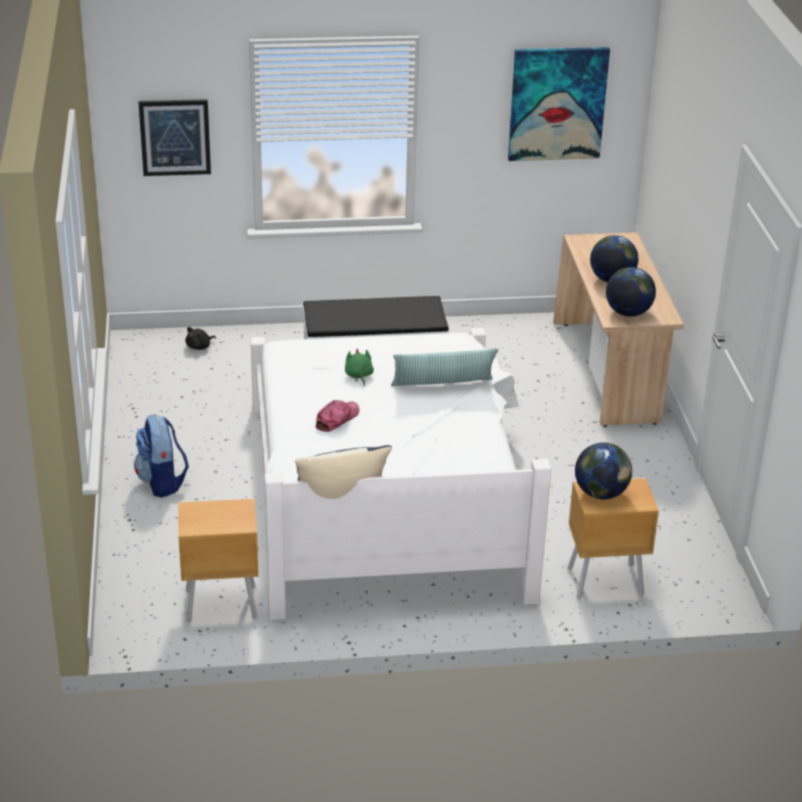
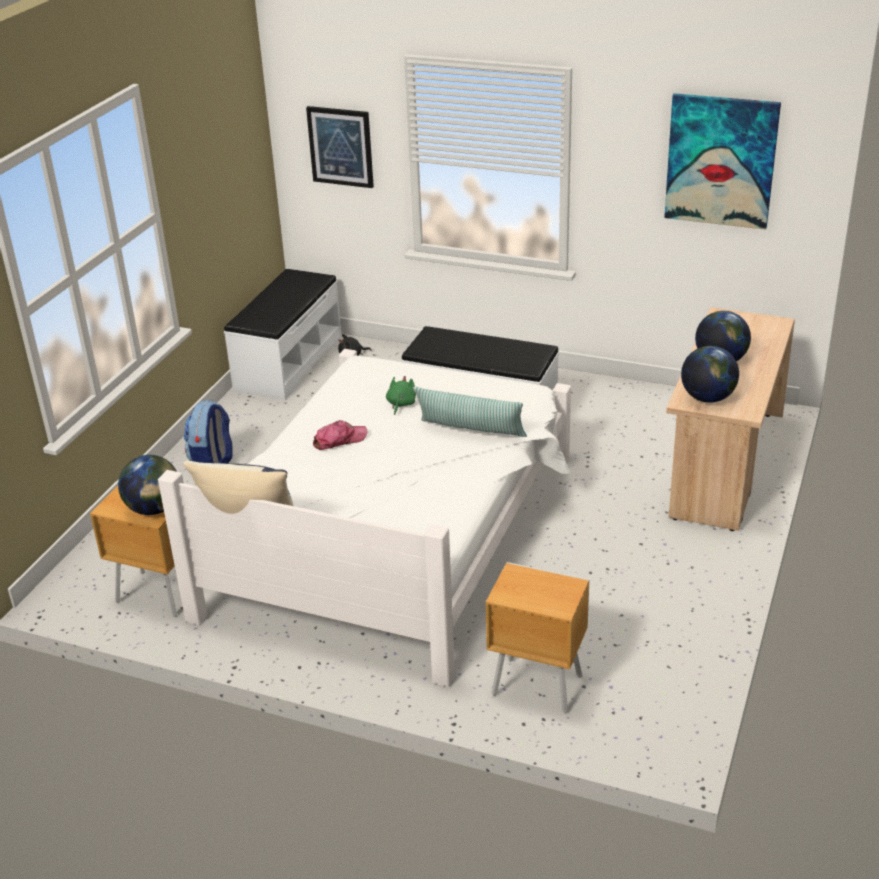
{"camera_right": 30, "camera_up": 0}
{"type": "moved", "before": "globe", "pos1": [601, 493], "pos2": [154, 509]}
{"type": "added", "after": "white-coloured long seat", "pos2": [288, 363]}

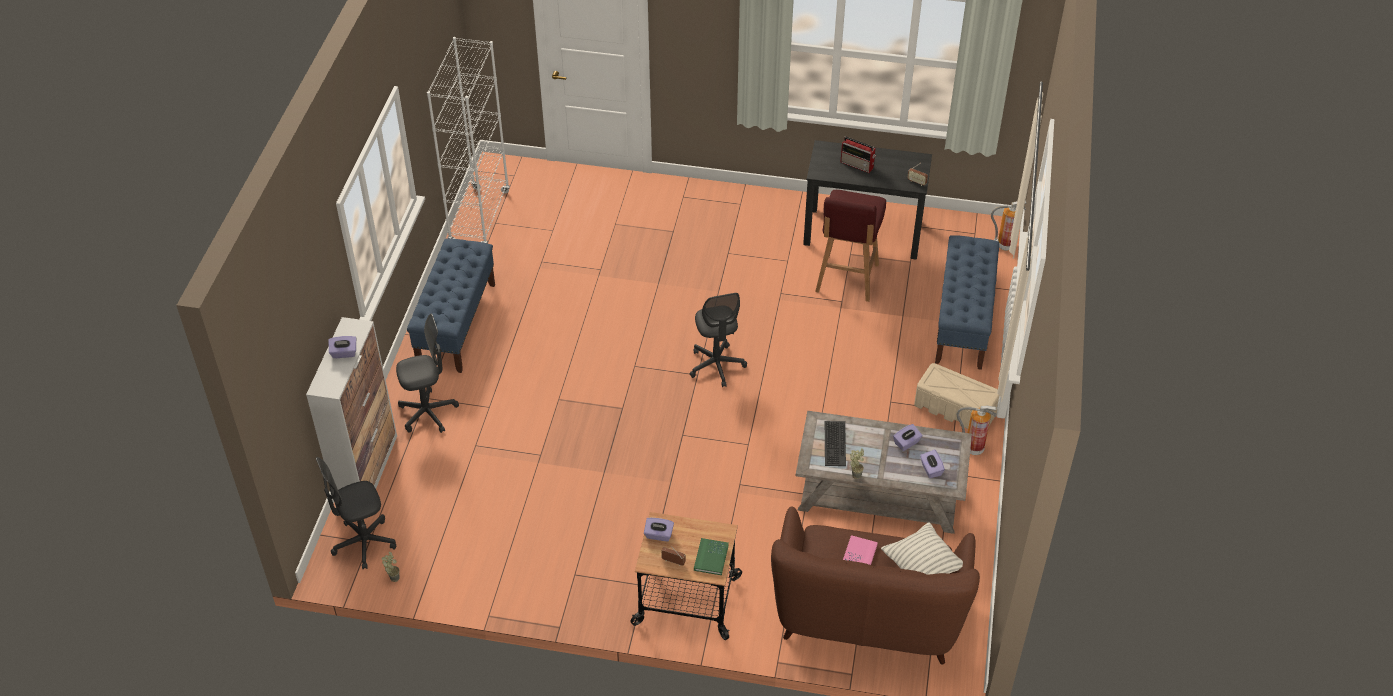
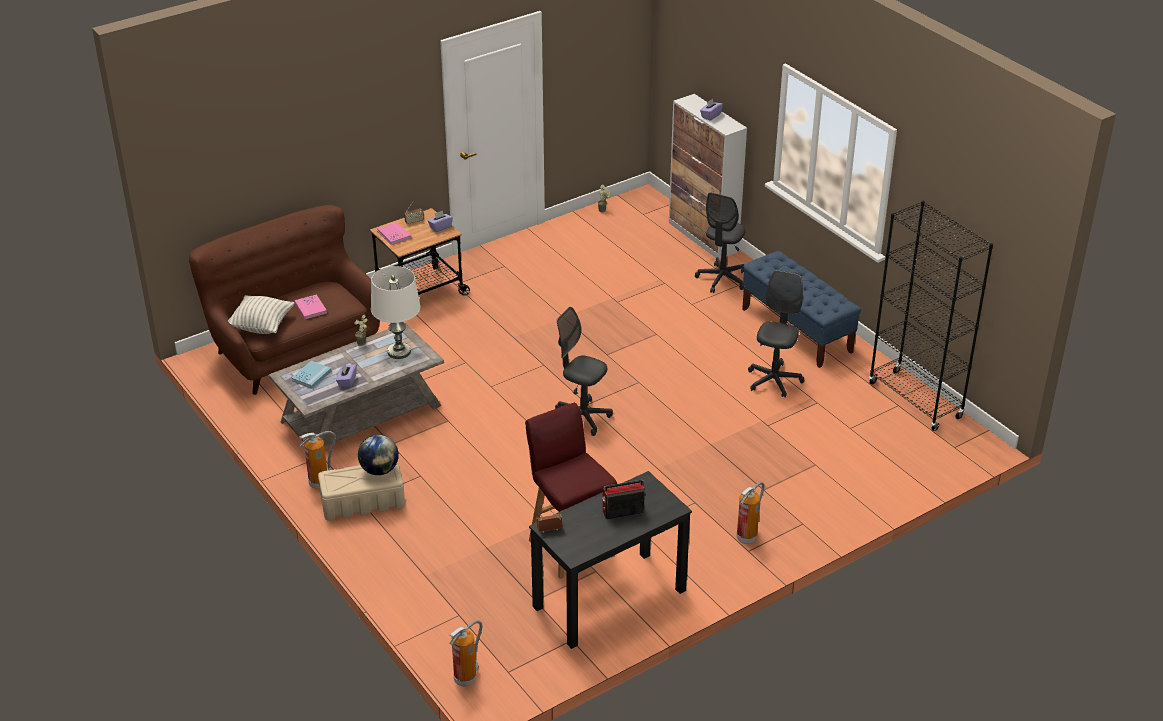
{"camera_right": 135, "camera_up": -10}
{"type": "replaced", "before": "purplish tissue holder", "after": "bluish book", "pos1": [931, 469], "pos2": [311, 376]}
{"type": "added", "after": "globe", "pos2": [379, 470]}
{"type": "replaced", "before": "computer keyboard", "after": "white-coloured lamp for a table", "pos1": [834, 443], "pos2": [399, 352]}
{"type": "recoloured", "before": "greenish book", "after": "pinkish book", "pos1": [711, 558], "pos2": [394, 235]}
{"type": "added", "after": "fire-fighting cylinder", "pos2": [747, 537]}
{"type": "moved", "before": "gray desk chair", "pos1": [364, 543], "pos2": [774, 381]}
{"type": "recoloured", "before": "white-coloured shelving unit", "after": "blackish shelving unit", "pos1": [479, 218], "pos2": [915, 401]}
{"type": "removed", "before": "bluish long seat", "pos1": [963, 321]}

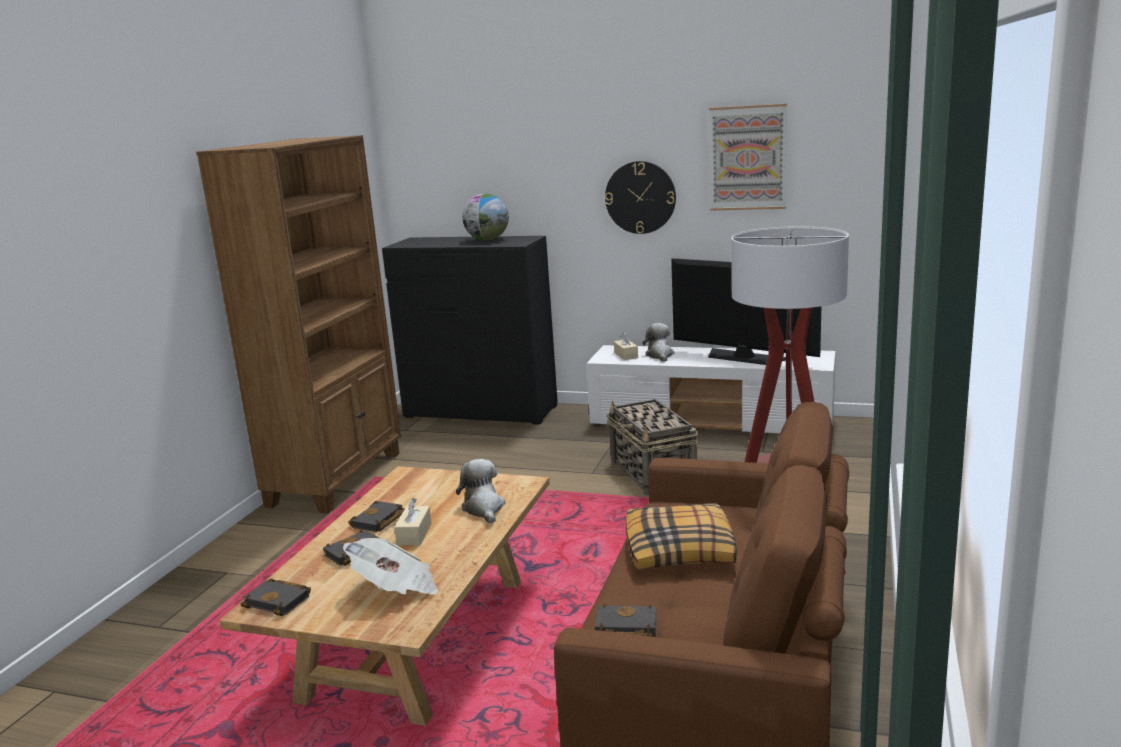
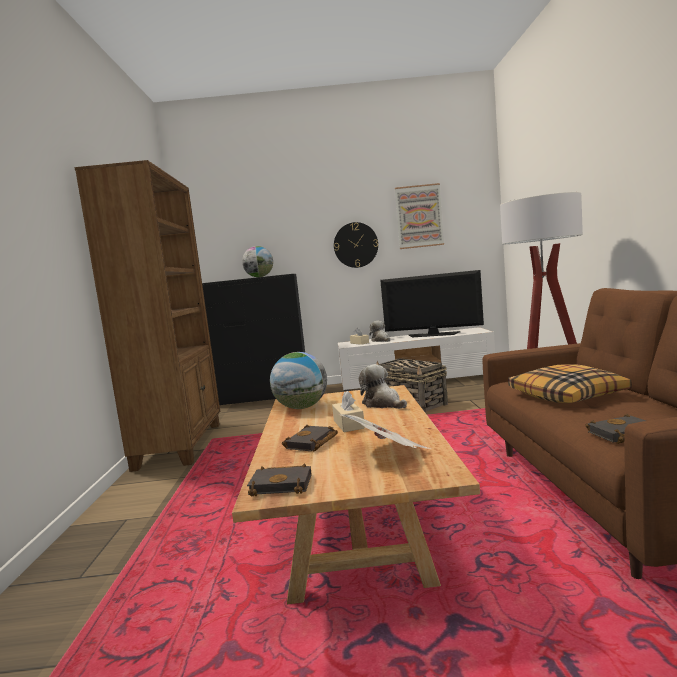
{"camera_right": -20, "camera_up": -10}
{"type": "added", "after": "globe", "pos2": [301, 407]}
{"type": "removed", "before": "blackish book", "pos1": [379, 521]}

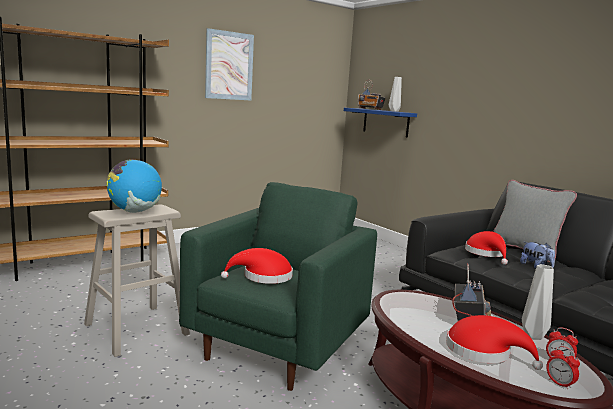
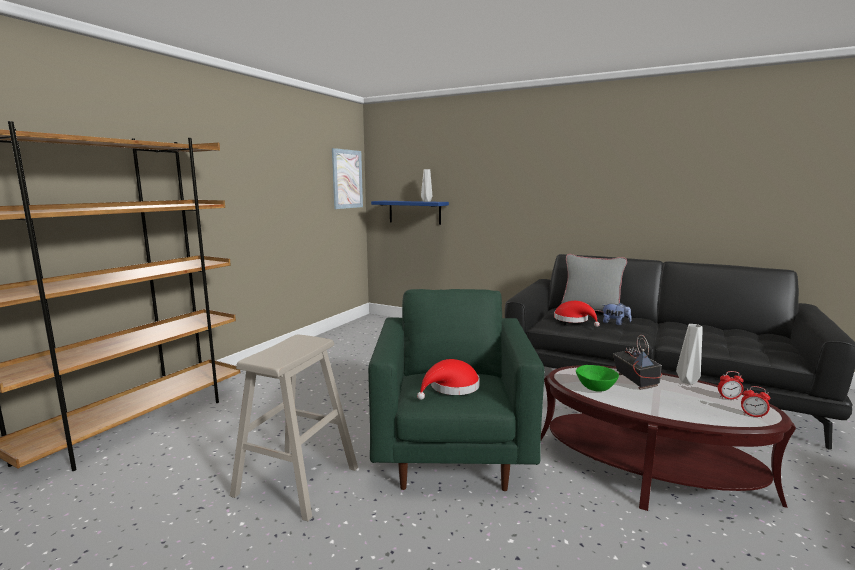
{"camera_right": -25, "camera_up": 0}
{"type": "moved", "before": "picture", "pos1": [229, 66], "pos2": [347, 179]}
{"type": "added", "after": "greenish deep dish", "pos2": [596, 389]}
{"type": "removed", "before": "globe", "pos1": [134, 212]}
{"type": "removed", "before": "radio receiver", "pos1": [370, 109]}
{"type": "removed", "before": "red hat", "pos1": [483, 351]}

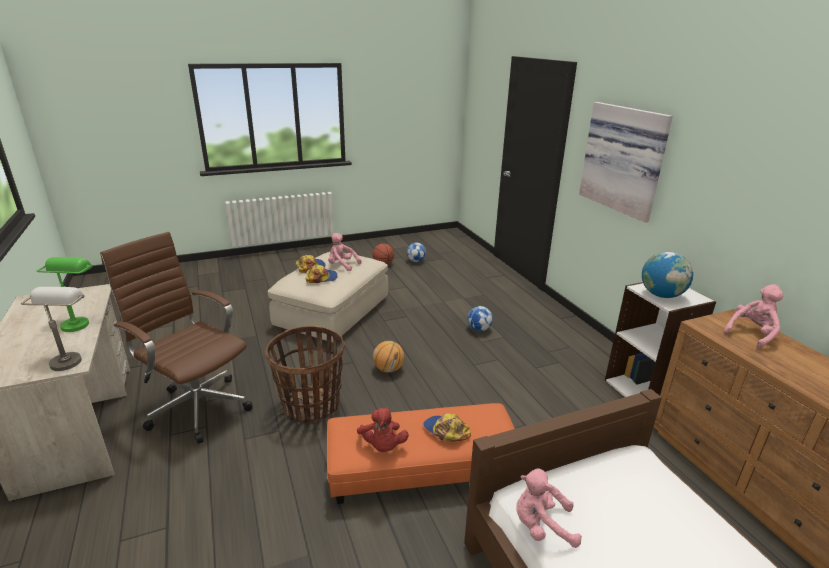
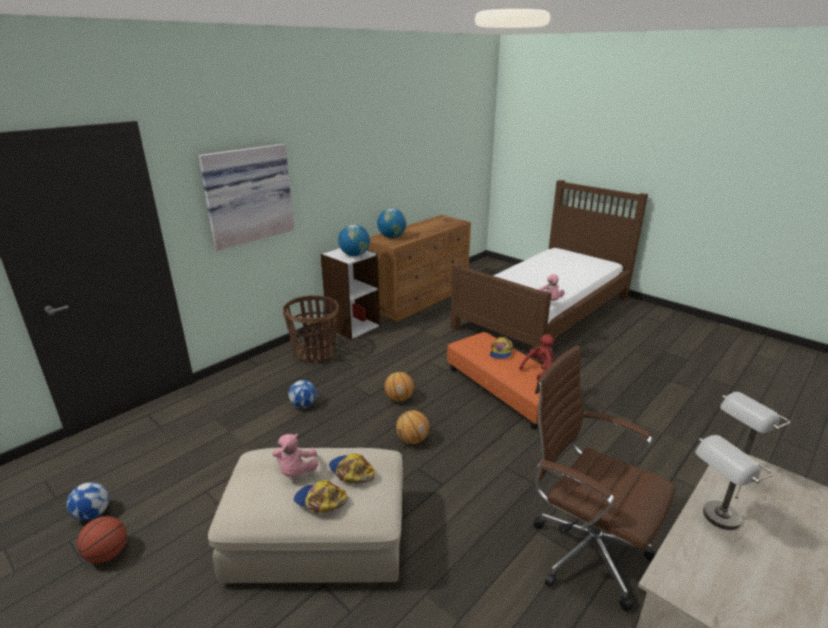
{"camera_right": -115, "camera_up": 0}
{"type": "moved", "before": "storage basket", "pos1": [311, 406], "pos2": [315, 353]}
{"type": "replaced", "before": "pinkish soft toy", "after": "globe", "pos1": [752, 334], "pos2": [392, 237]}
{"type": "added", "after": "basketball", "pos2": [399, 398]}
{"type": "turned", "before": "brownish desk chair", "pos1": [197, 407], "pos2": [583, 551], "turn": 120}
{"type": "recoloured", "before": "greenish lamp for a table", "after": "gray lamp for a table", "pos1": [79, 321], "pos2": [713, 521]}

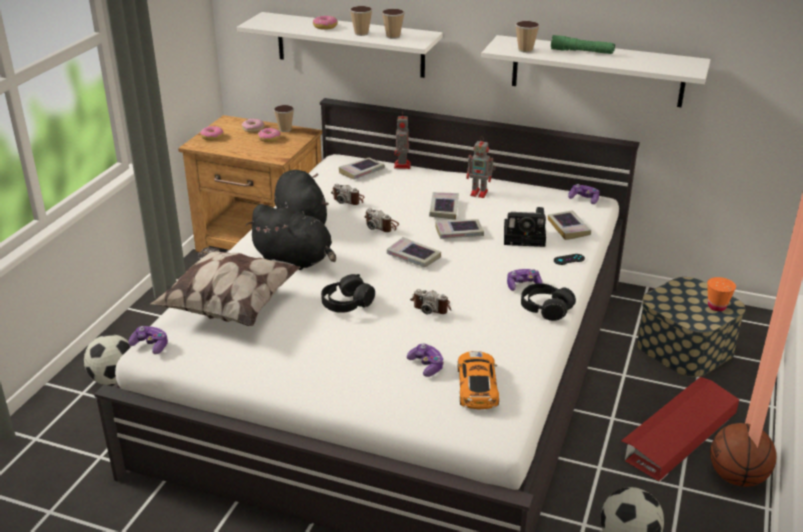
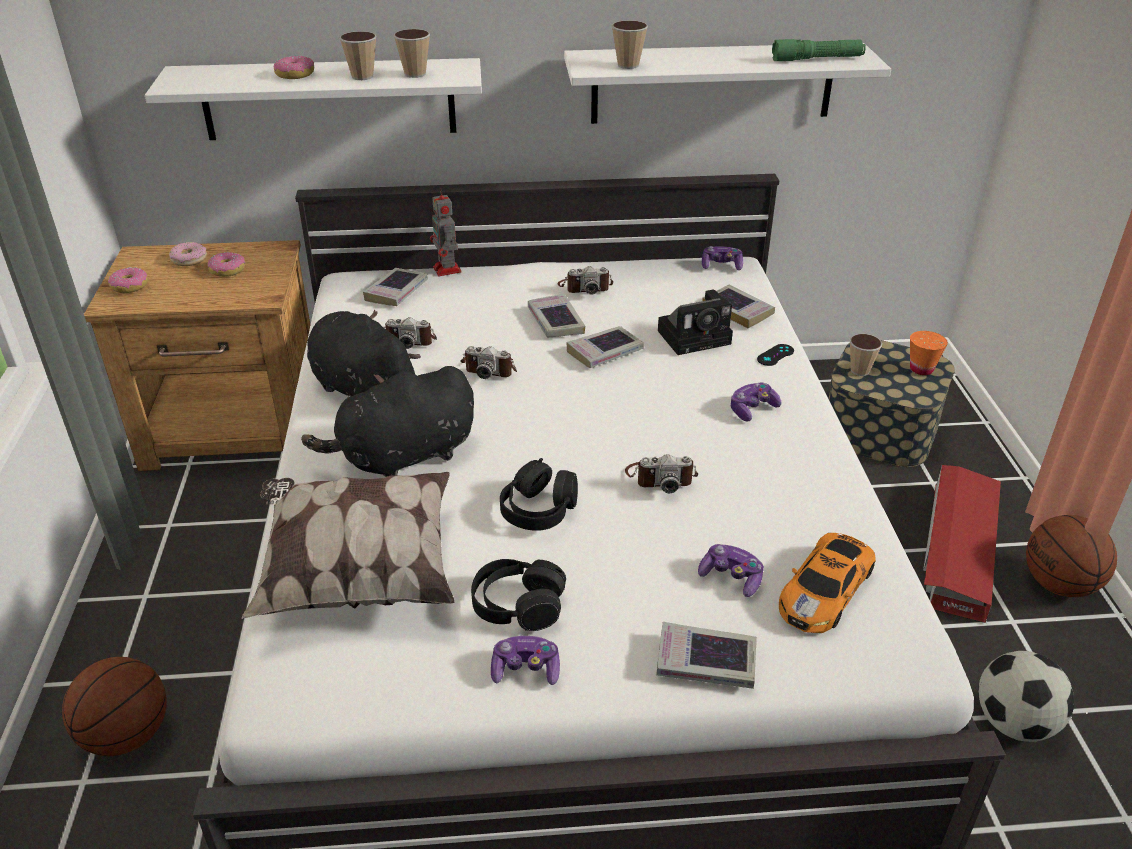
{"camera_right": -25, "camera_up": 5}
{"type": "replaced", "before": "ball for football", "after": "basketball", "pos1": [114, 379], "pos2": [126, 736]}
{"type": "turned", "before": "blackish soft toy", "pos1": [295, 259], "pos2": [403, 457], "turn": 150}
{"type": "moved", "before": "blackish pair of headphones", "pos1": [546, 309], "pos2": [518, 605]}
{"type": "moved", "before": "joypad", "pos1": [150, 345], "pos2": [526, 670]}
{"type": "replaced", "before": "model robot", "after": "photo camera", "pos1": [480, 193], "pos2": [585, 287]}
{"type": "moved", "before": "book", "pos1": [413, 256], "pos2": [705, 662]}
{"type": "moved", "before": "greenish hand torch", "pos1": [582, 52], "pos2": [817, 59]}
{"type": "turned", "before": "miniature car", "pos1": [477, 387], "pos2": [826, 589], "turn": -120}
{"type": "moved", "before": "cup", "pos1": [285, 129], "pos2": [860, 371]}

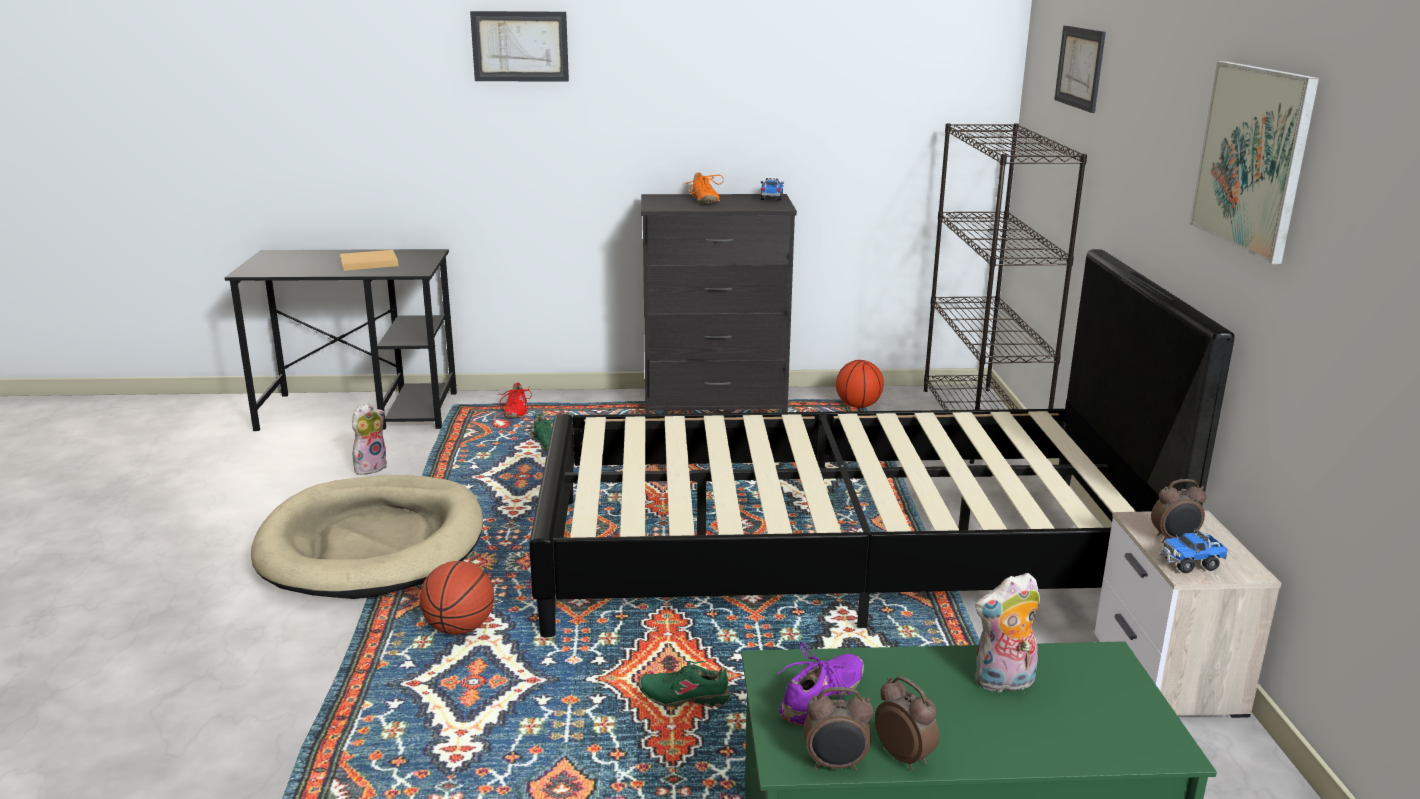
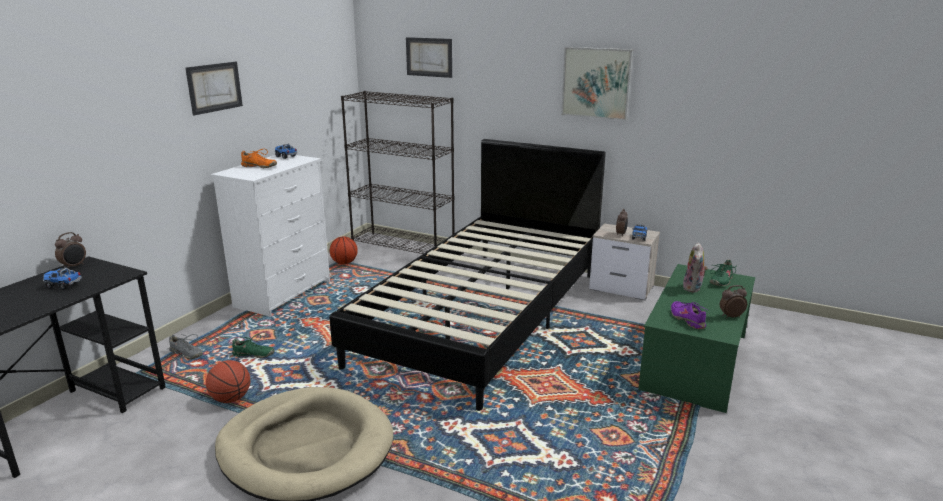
{"camera_right": -60, "camera_up": 0}
{"type": "replaced", "before": "sand-coloured book", "after": "model truck", "pos1": [367, 263], "pos2": [63, 285]}
{"type": "moved", "before": "table clock", "pos1": [836, 765], "pos2": [74, 266]}
{"type": "recoloured", "before": "red low shoe", "after": "gray low shoe", "pos1": [515, 411], "pos2": [186, 354]}
{"type": "moved", "before": "picture", "pos1": [520, 46], "pos2": [214, 87]}
{"type": "moved", "before": "basketball", "pos1": [459, 628], "pos2": [231, 399]}
{"type": "recoloured", "before": "blackish drawer chest", "after": "white-coloured drawer chest", "pos1": [716, 405], "pos2": [284, 294]}
{"type": "moved", "before": "greenish low shoe", "pos1": [684, 696], "pos2": [721, 281]}
{"type": "removed", "before": "soft toy", "pos1": [370, 467]}

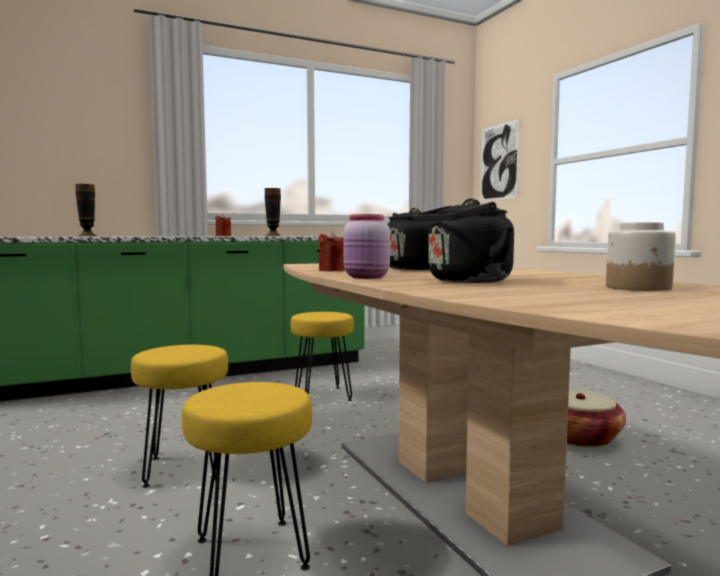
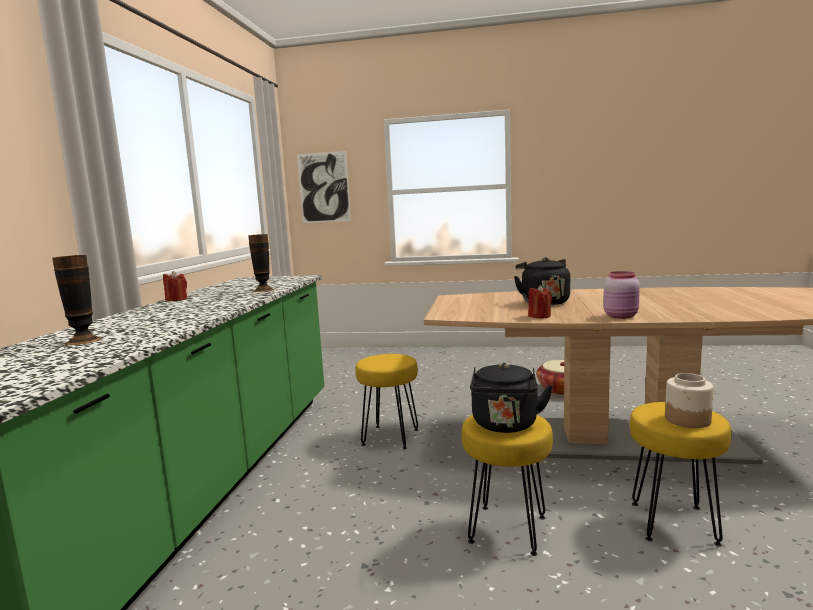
{"camera_right": -55, "camera_up": 5}
{"type": "moved", "before": "blackish kettle", "pos1": [465, 281], "pos2": [505, 426]}
{"type": "moved", "before": "preserve jar", "pos1": [639, 288], "pos2": [688, 420]}

